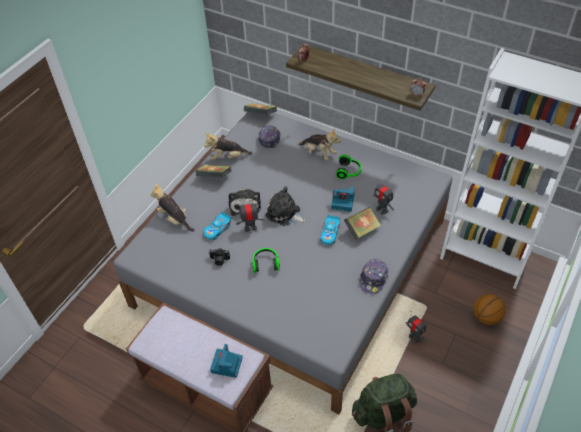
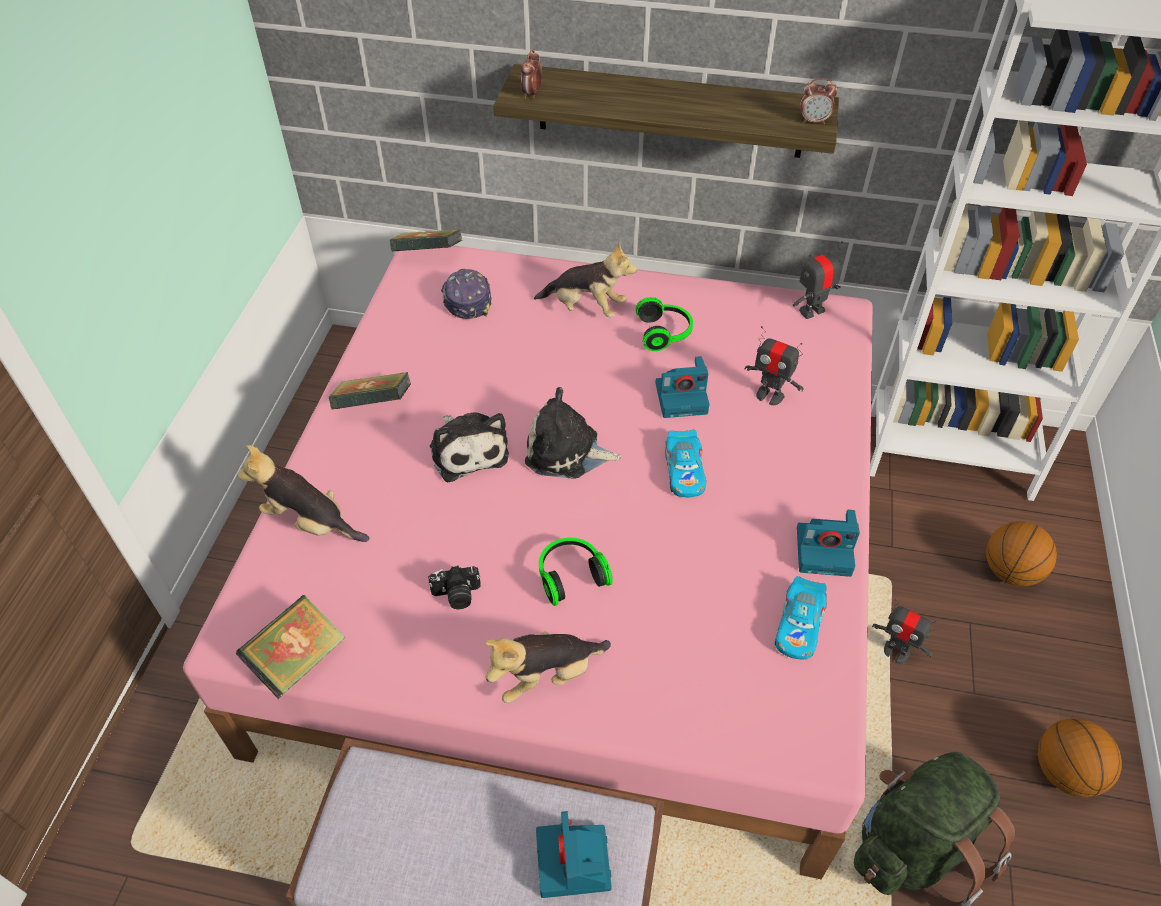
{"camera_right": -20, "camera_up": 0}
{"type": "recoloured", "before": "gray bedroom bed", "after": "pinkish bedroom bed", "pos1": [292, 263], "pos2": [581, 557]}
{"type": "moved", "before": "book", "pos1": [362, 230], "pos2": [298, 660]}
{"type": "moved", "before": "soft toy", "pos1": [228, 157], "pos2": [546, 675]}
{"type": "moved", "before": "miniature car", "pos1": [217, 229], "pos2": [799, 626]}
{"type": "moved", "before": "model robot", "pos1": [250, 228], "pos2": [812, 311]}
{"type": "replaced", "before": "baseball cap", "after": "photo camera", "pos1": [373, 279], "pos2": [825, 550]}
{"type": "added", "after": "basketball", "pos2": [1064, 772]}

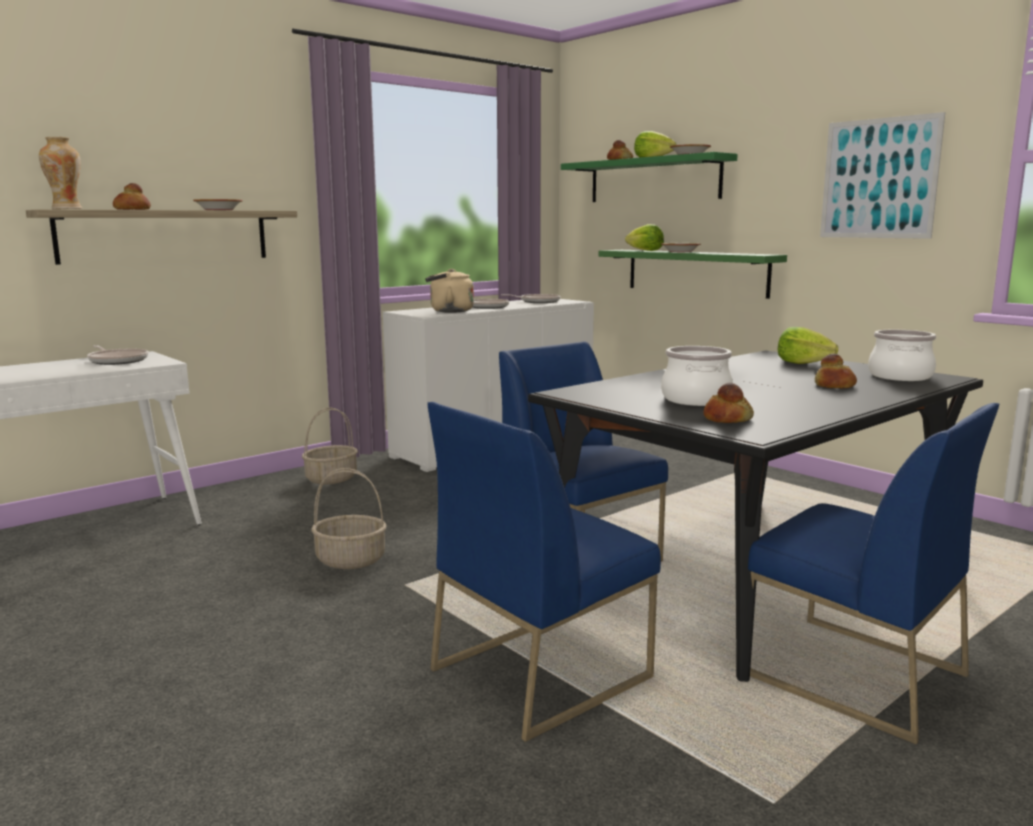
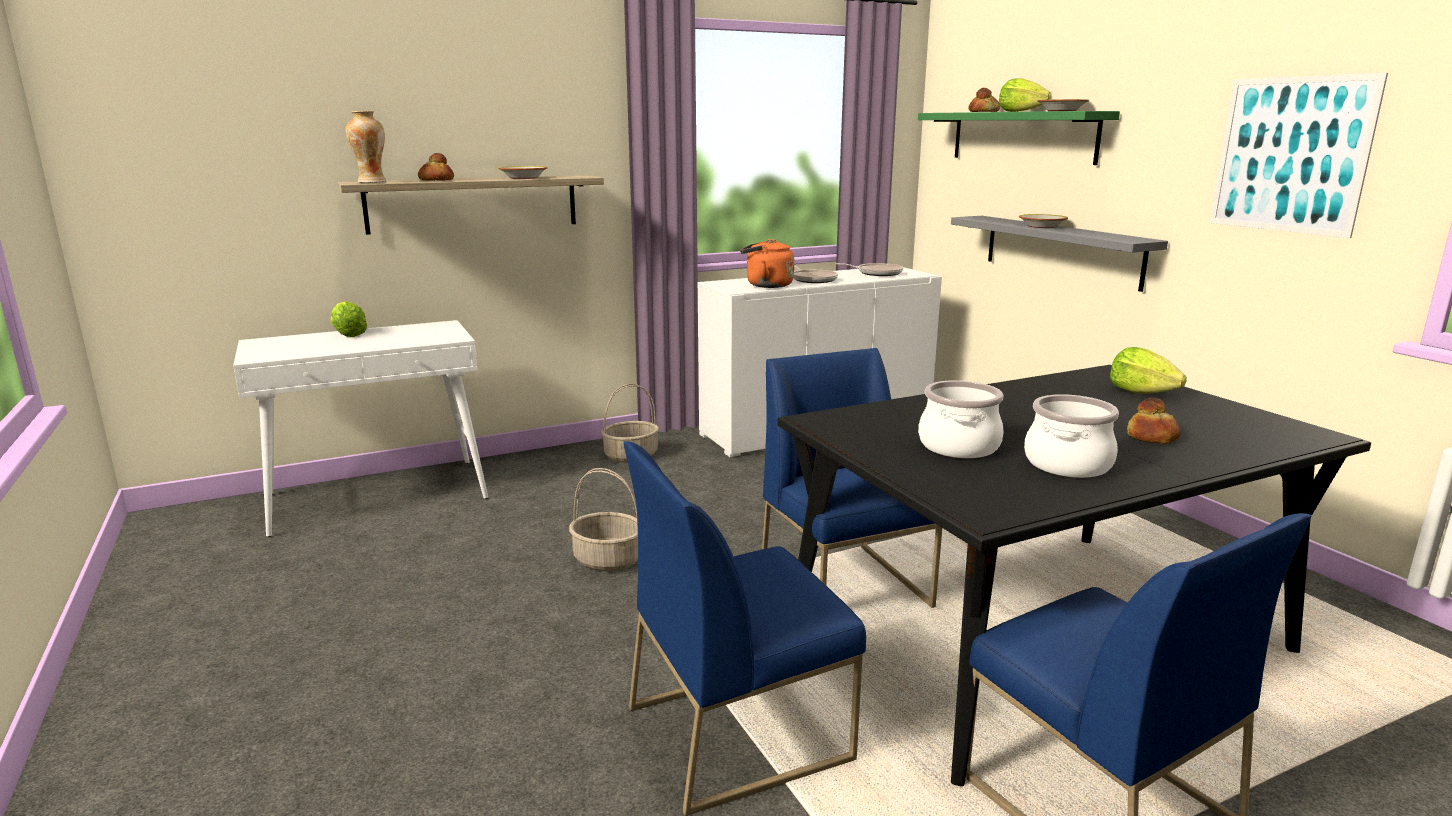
{"camera_right": 15, "camera_up": 5}
{"type": "moved", "before": "head of lettuce", "pos1": [645, 250], "pos2": [348, 335]}
{"type": "recoloured", "before": "sand-coloured kettle", "after": "orangey kettle", "pos1": [449, 311], "pos2": [766, 285]}
{"type": "recoloured", "before": "greenish wall shelf", "after": "gray wall shelf", "pos1": [696, 272], "pos2": [1061, 251]}
{"type": "moved", "before": "stockpot", "pos1": [901, 376], "pos2": [1068, 464]}
{"type": "removed", "before": "skillet", "pos1": [117, 361]}
{"type": "removed", "before": "bread", "pos1": [727, 419]}

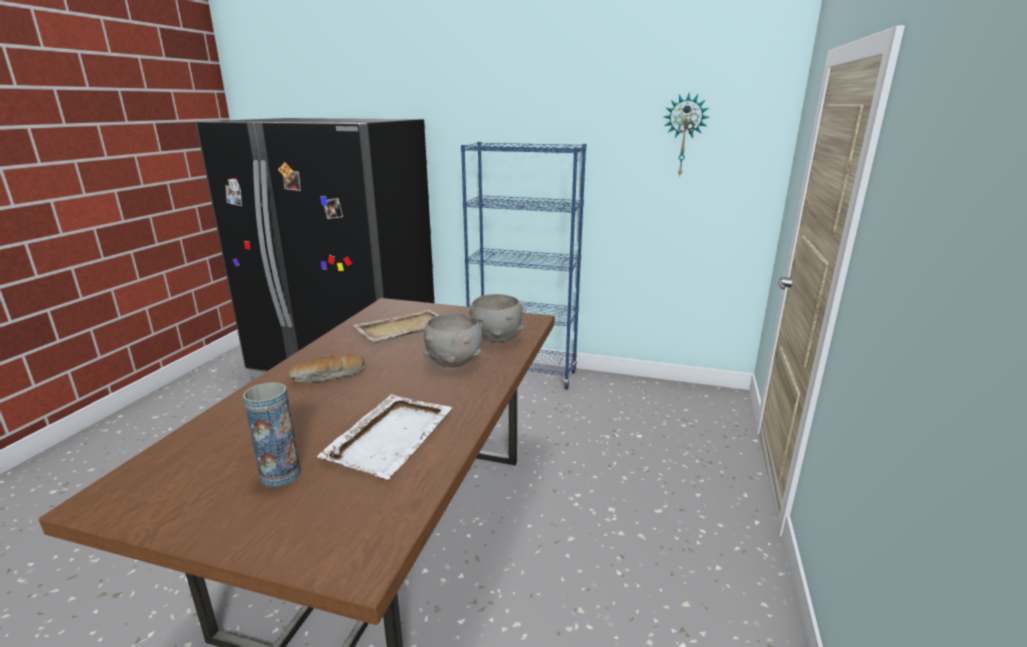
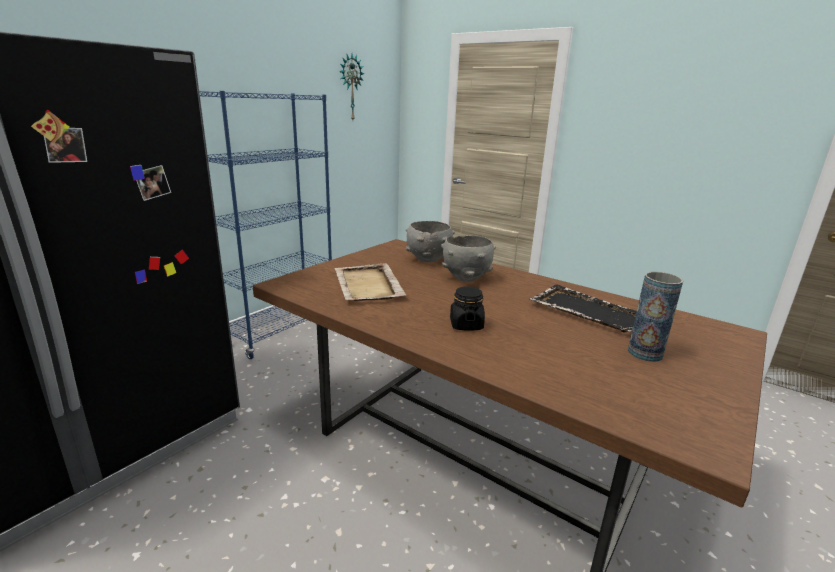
{"camera_right": -70, "camera_up": 0}
{"type": "replaced", "before": "bread", "after": "blackish preserve jar", "pos1": [329, 377], "pos2": [466, 325]}
{"type": "recoloured", "before": "white-coloured serving tray", "after": "blackish serving tray", "pos1": [391, 436], "pos2": [586, 310]}

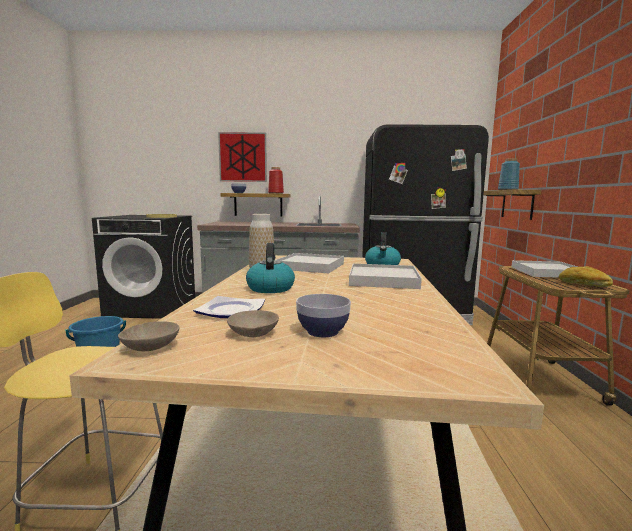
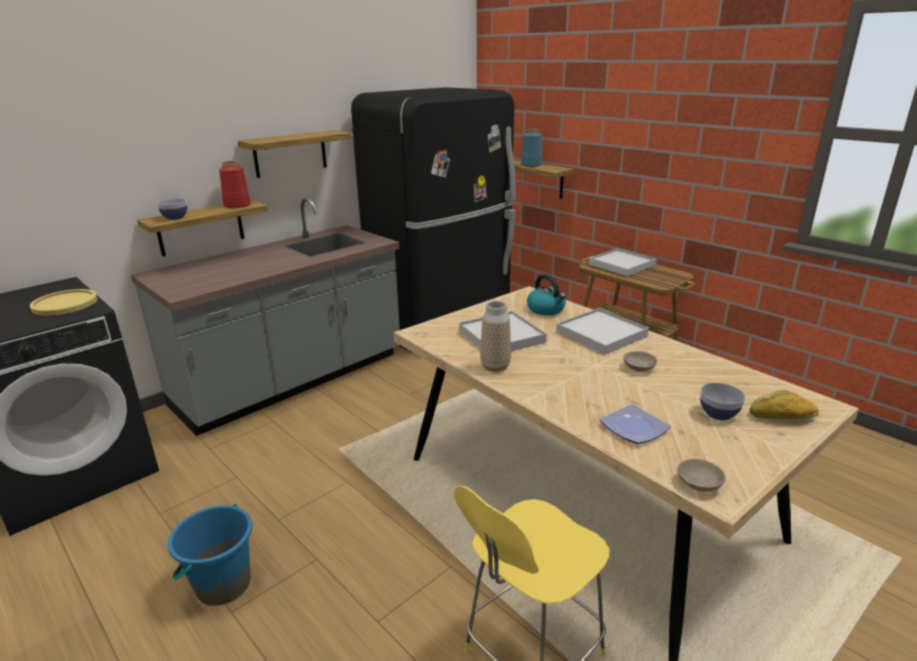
{"camera_right": -45, "camera_up": 15}
{"type": "added", "after": "wall shelf", "pos2": [290, 153]}
{"type": "moved", "before": "sand-coloured deep dish", "pos1": [254, 333], "pos2": [638, 367]}
{"type": "moved", "before": "bread", "pos1": [584, 284], "pos2": [782, 417]}
{"type": "removed", "before": "picture", "pos1": [243, 157]}
{"type": "removed", "before": "kettle", "pos1": [270, 288]}

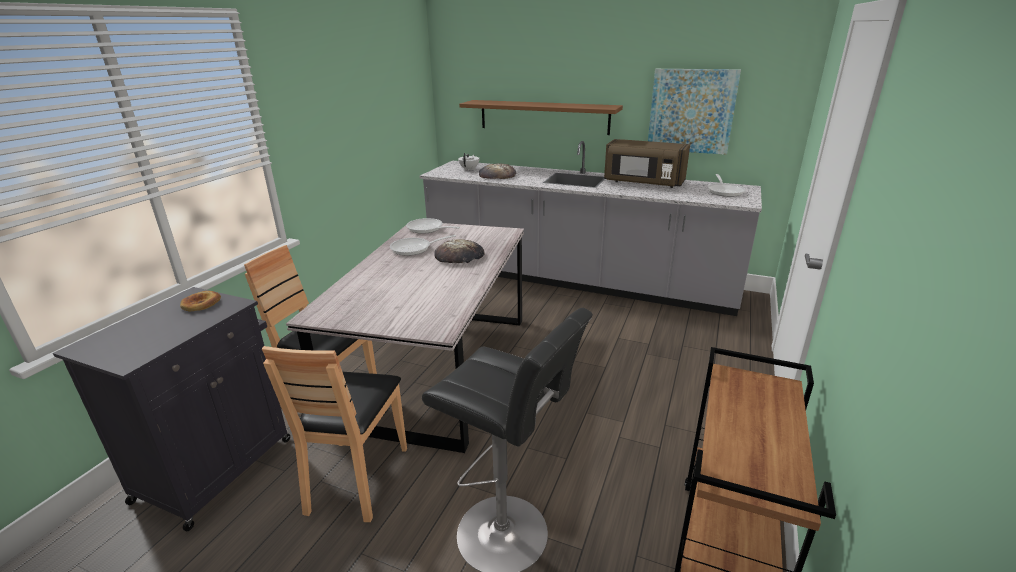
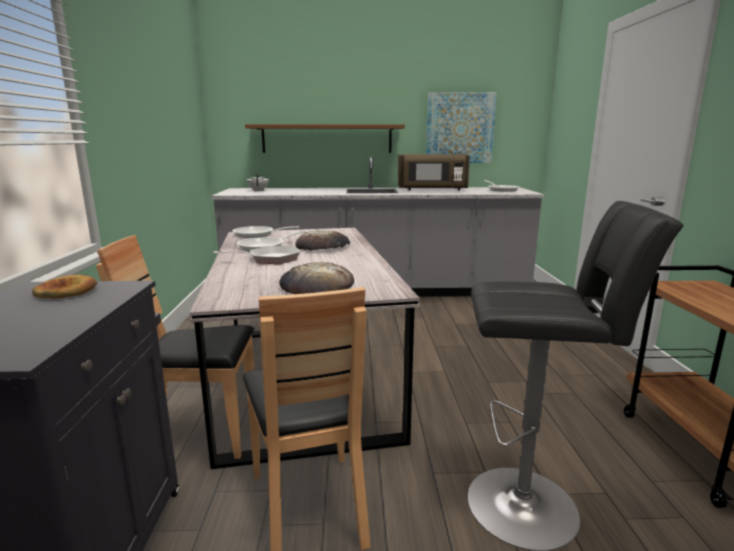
{"camera_right": -25, "camera_up": -10}
{"type": "added", "after": "skillet", "pos2": [270, 259]}
{"type": "moved", "before": "bread", "pos1": [497, 175], "pos2": [316, 285]}

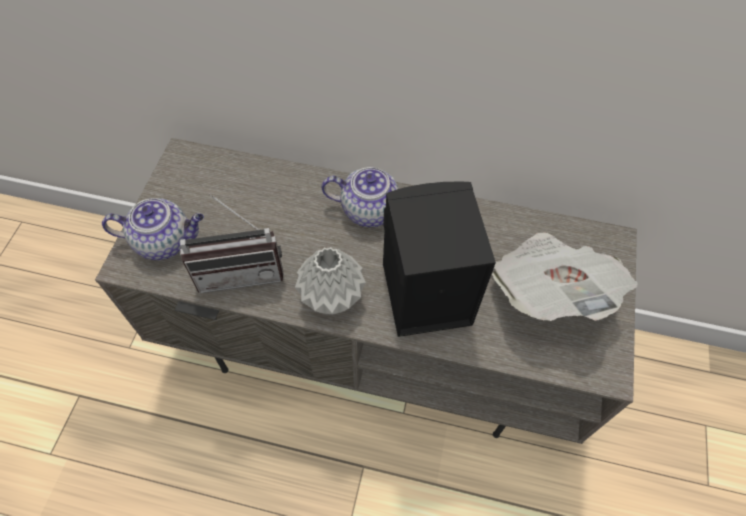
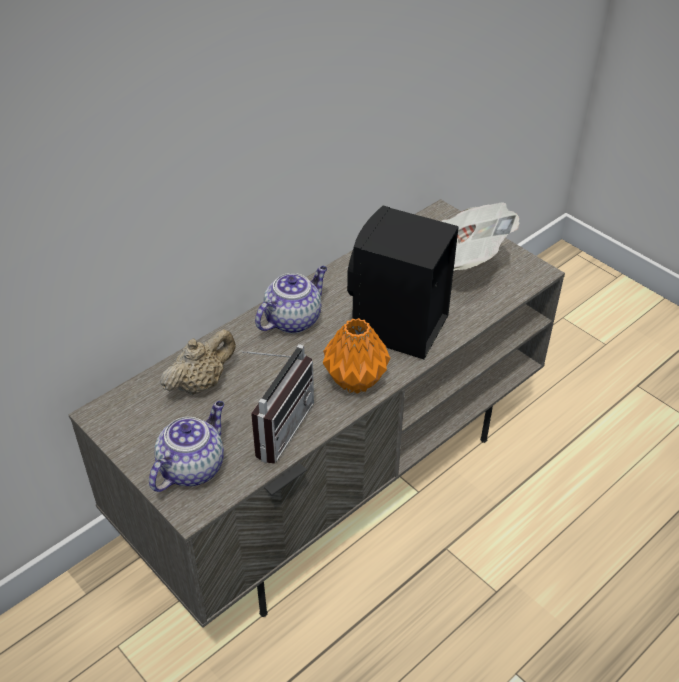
{"camera_right": -55, "camera_up": -15}
{"type": "added", "after": "sand-coloured teapot", "pos2": [201, 383]}
{"type": "recoloured", "before": "gray vase", "after": "orangey vase", "pos1": [332, 298], "pos2": [357, 381]}

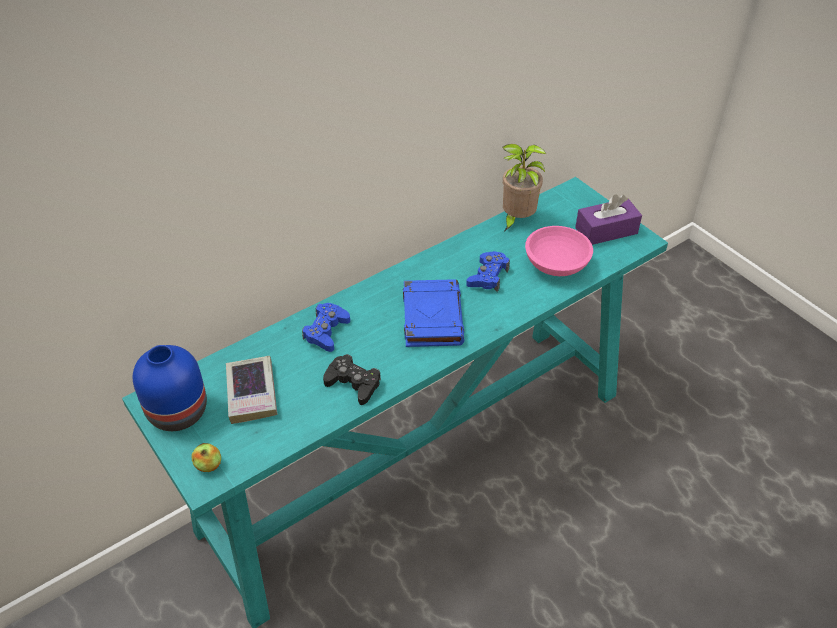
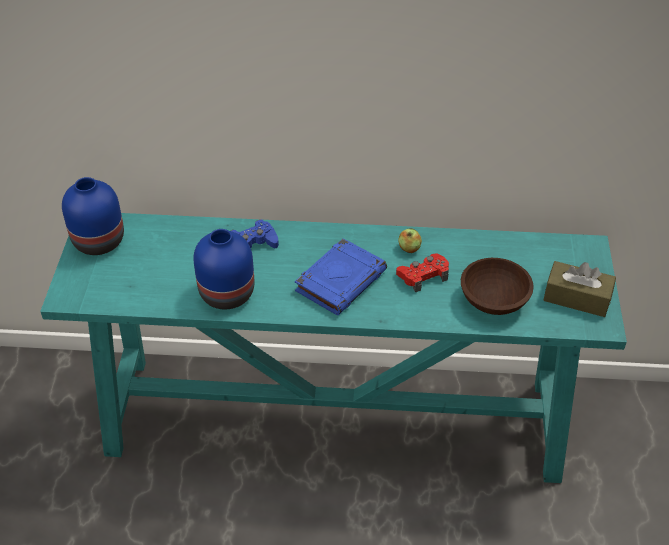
{"camera_right": 40, "camera_up": 0}
{"type": "replaced", "before": "blackish joypad", "after": "bluish vase", "pos1": [353, 383], "pos2": [228, 294]}
{"type": "recoloured", "before": "bluish joypad", "after": "red joypad", "pos1": [488, 276], "pos2": [423, 276]}
{"type": "moved", "before": "whole apple", "pos1": [208, 465], "pos2": [409, 248]}
{"type": "recoloured", "before": "pinkish deep dish", "after": "brownish deep dish", "pos1": [556, 265], "pos2": [492, 300]}
{"type": "recoloured", "before": "purplish tissue holder", "after": "brownish tissue holder", "pos1": [606, 231], "pos2": [577, 298]}
{"type": "removed", "before": "book", "pos1": [252, 393]}
{"type": "removed", "before": "houseplant", "pos1": [516, 220]}

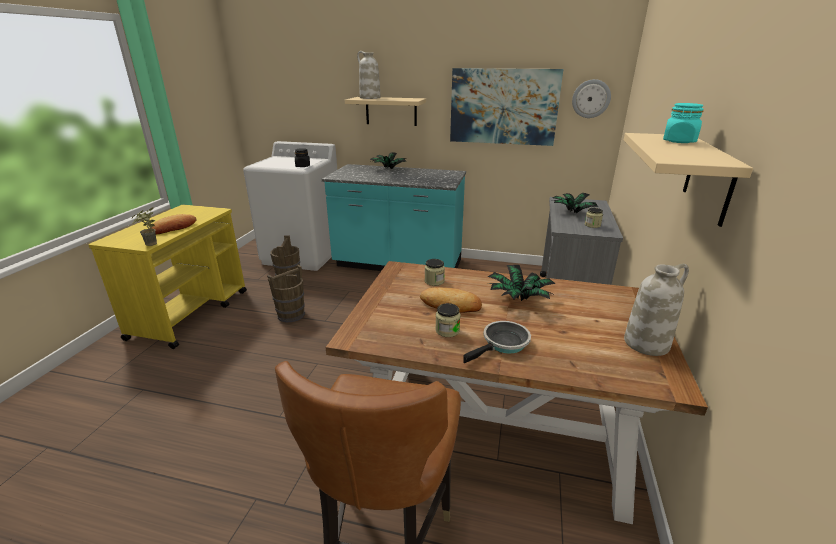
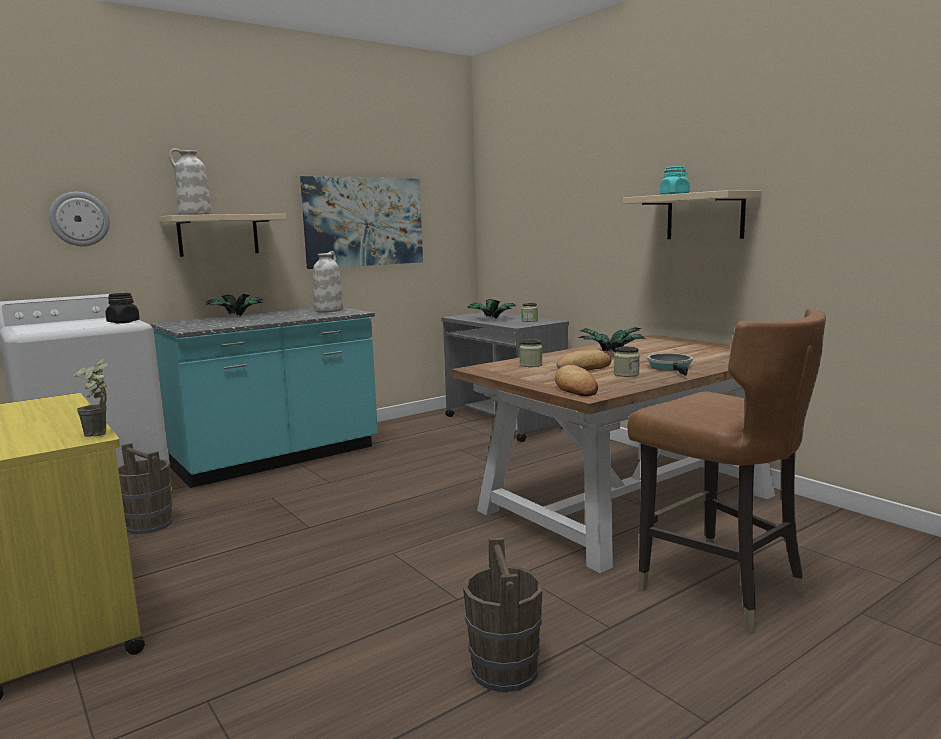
{"camera_right": -50, "camera_up": -15}
{"type": "moved", "before": "hanging clock", "pos1": [591, 99], "pos2": [79, 219]}
{"type": "moved", "before": "white-coloured vase", "pos1": [646, 343], "pos2": [329, 310]}
{"type": "moved", "before": "brownish pail", "pos1": [290, 315], "pos2": [504, 670]}
{"type": "moved", "before": "bread", "pos1": [174, 228], "pos2": [575, 387]}

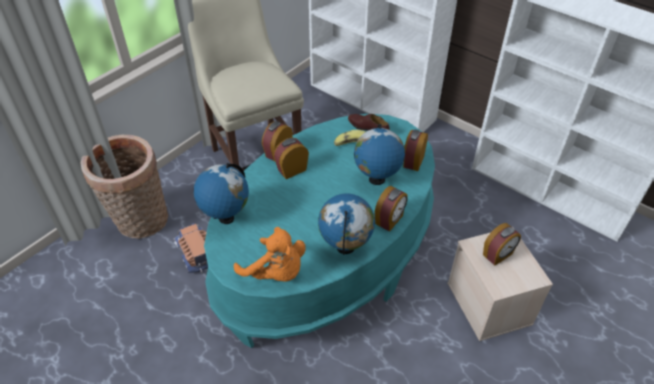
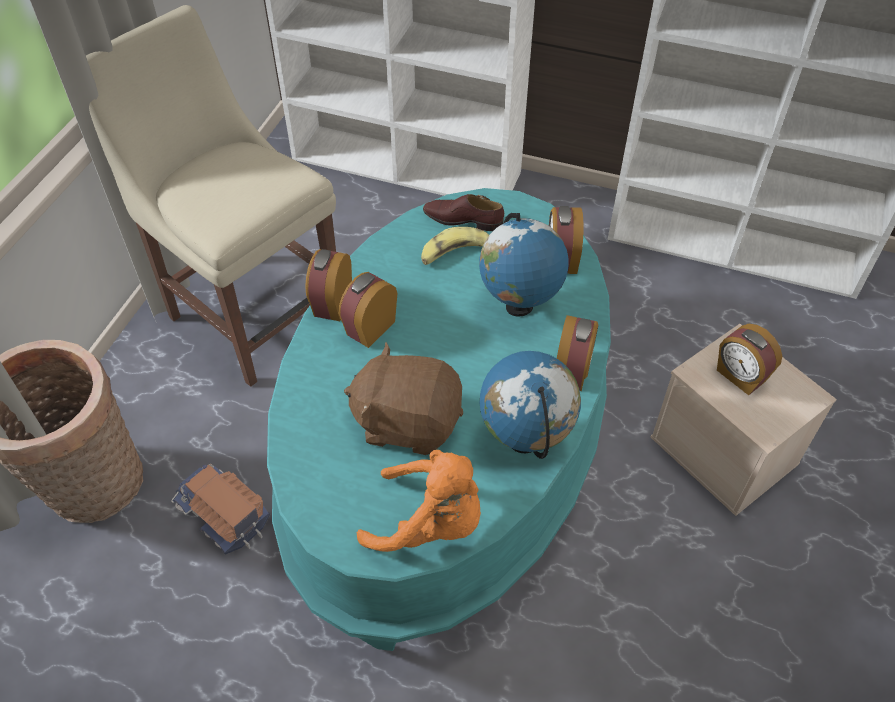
{"camera_right": -20, "camera_up": 5}
{"type": "added", "after": "brownish soft toy", "pos2": [407, 421]}
{"type": "turned", "before": "table clock", "pos1": [498, 255], "pos2": [740, 376], "turn": 105}
{"type": "removed", "before": "globe", "pos1": [226, 217]}

